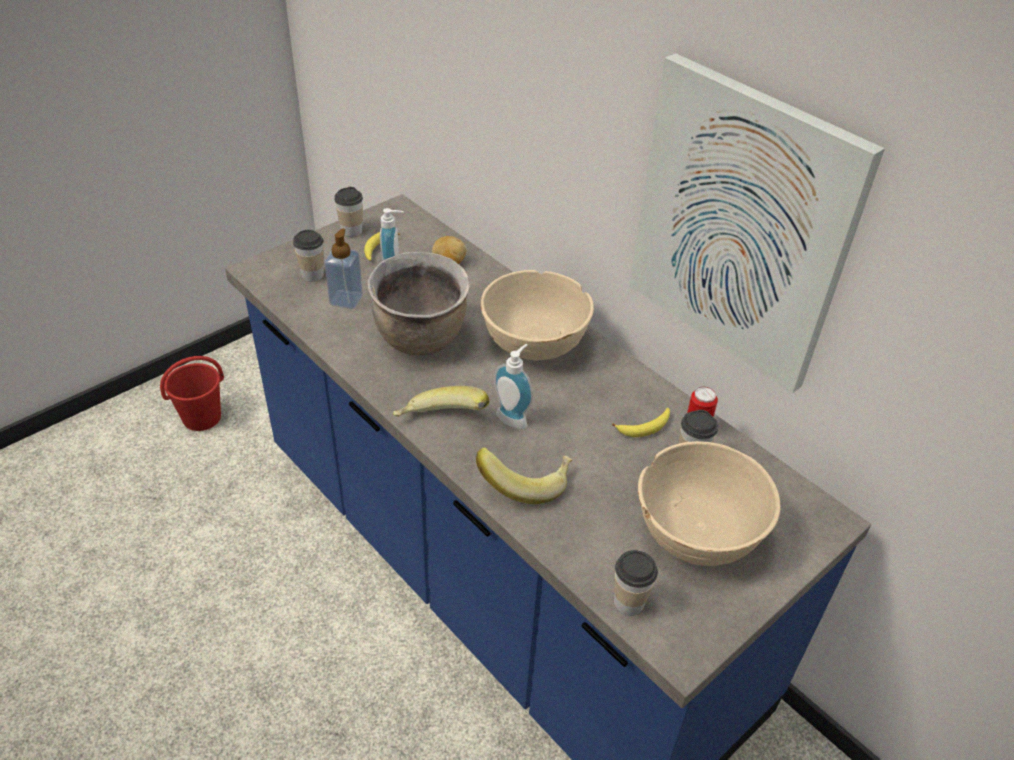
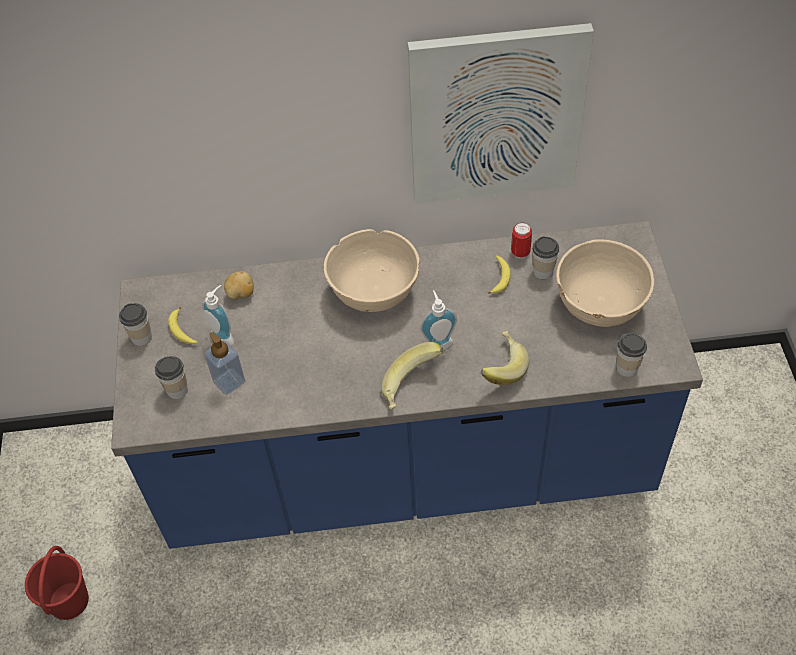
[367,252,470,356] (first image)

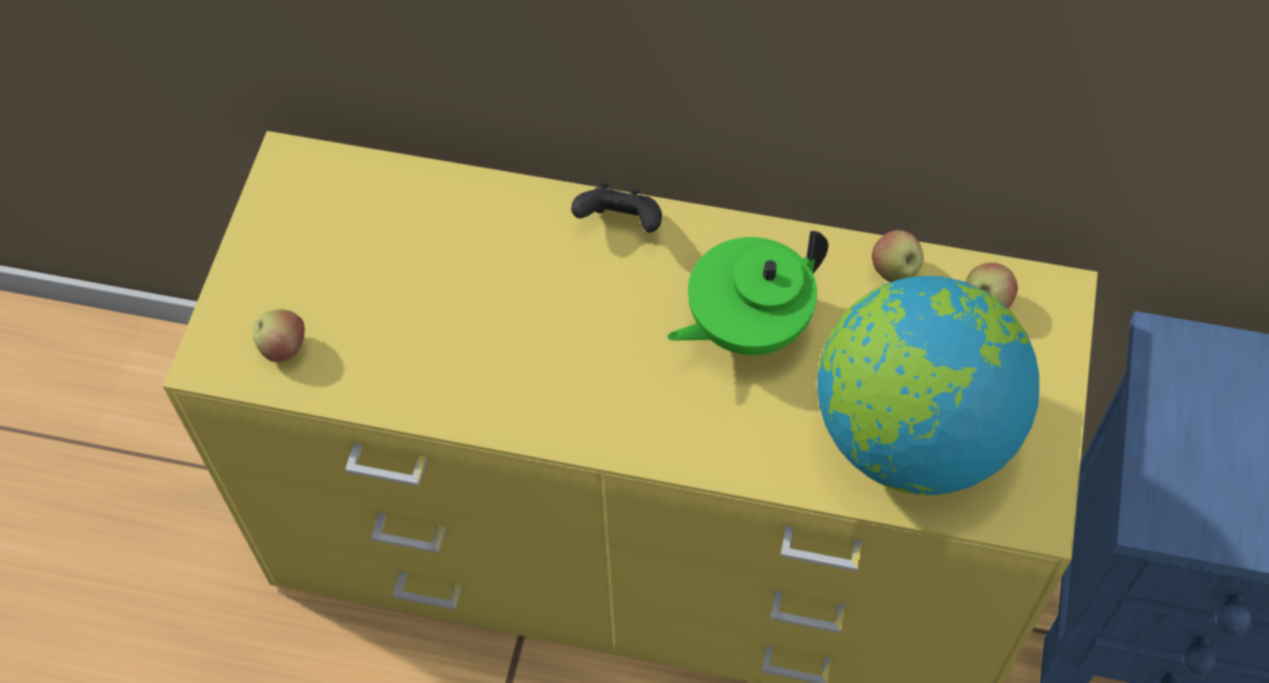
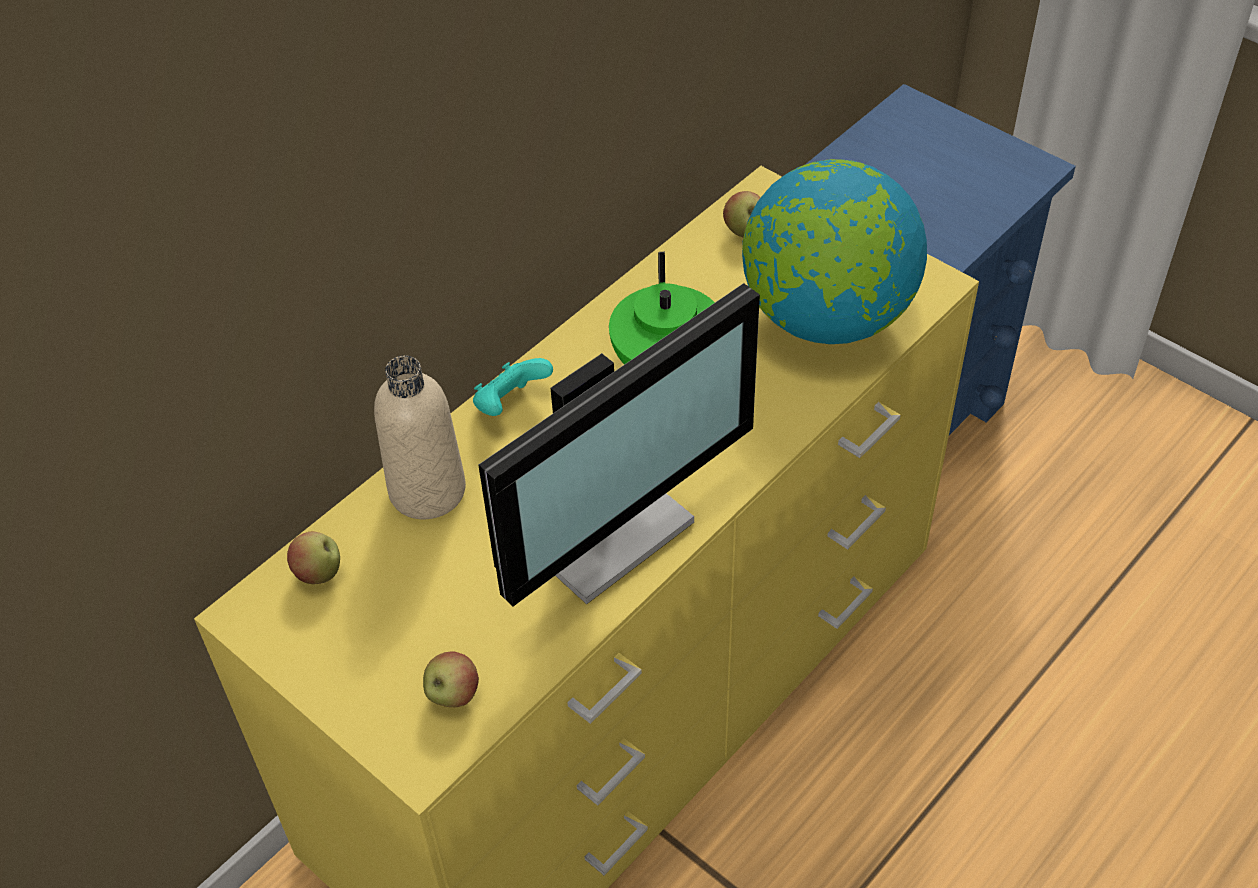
[473,358,553,416]
[287,532,340,584]
[478,283,760,606]
[374,356,466,519]

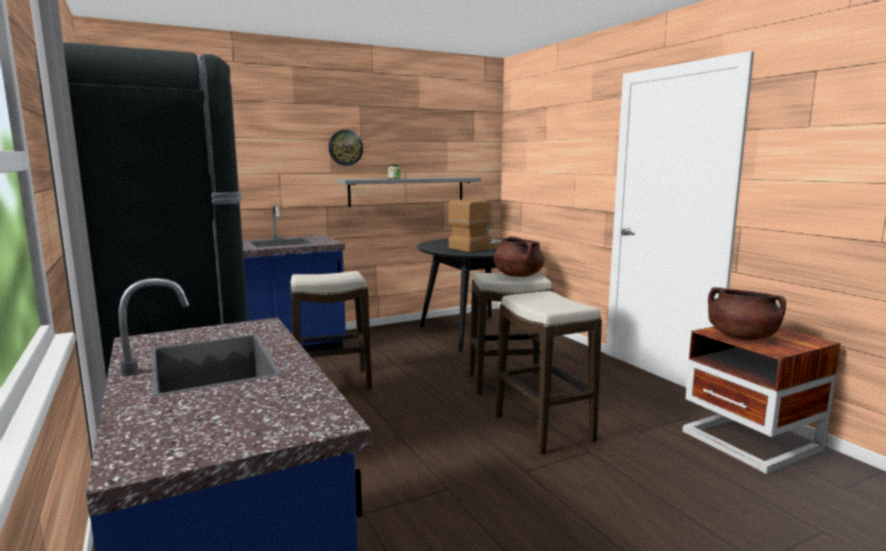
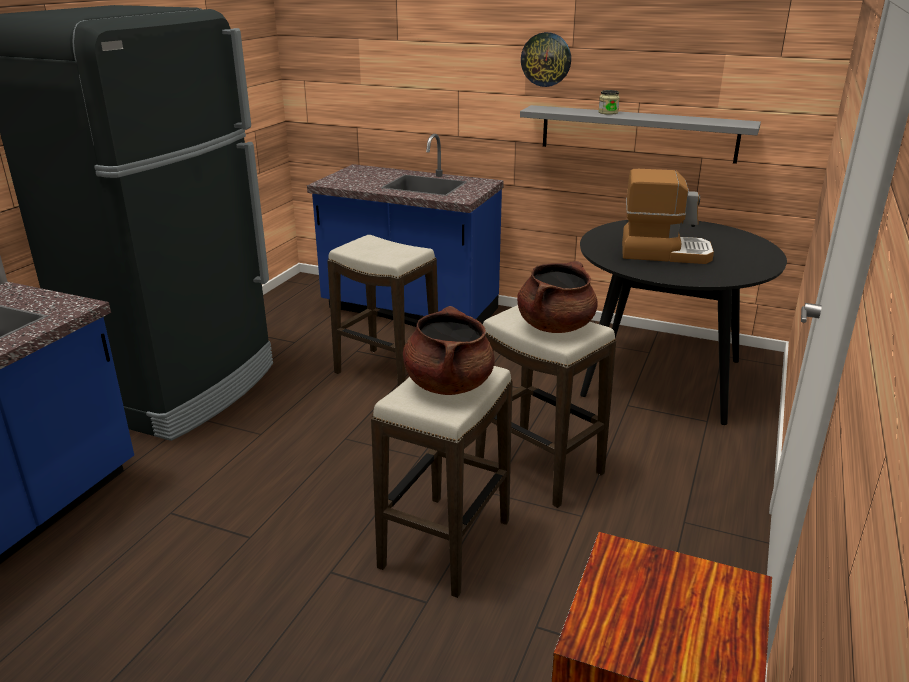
[403,306,495,395]

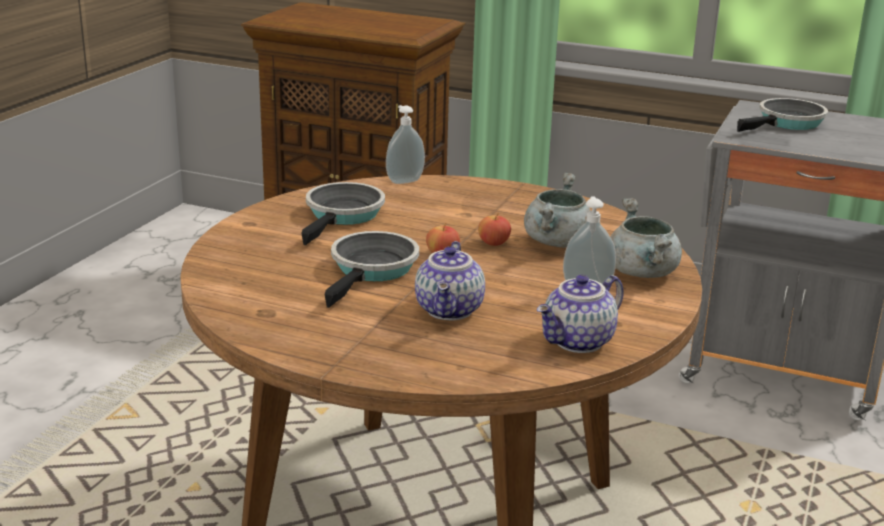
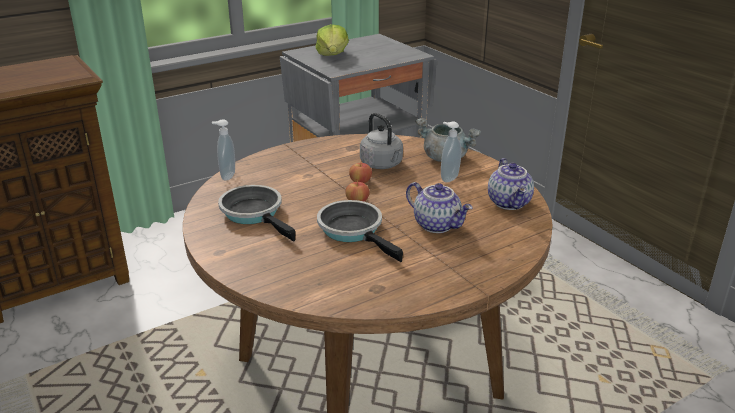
[316,24,349,56]
[360,113,403,169]

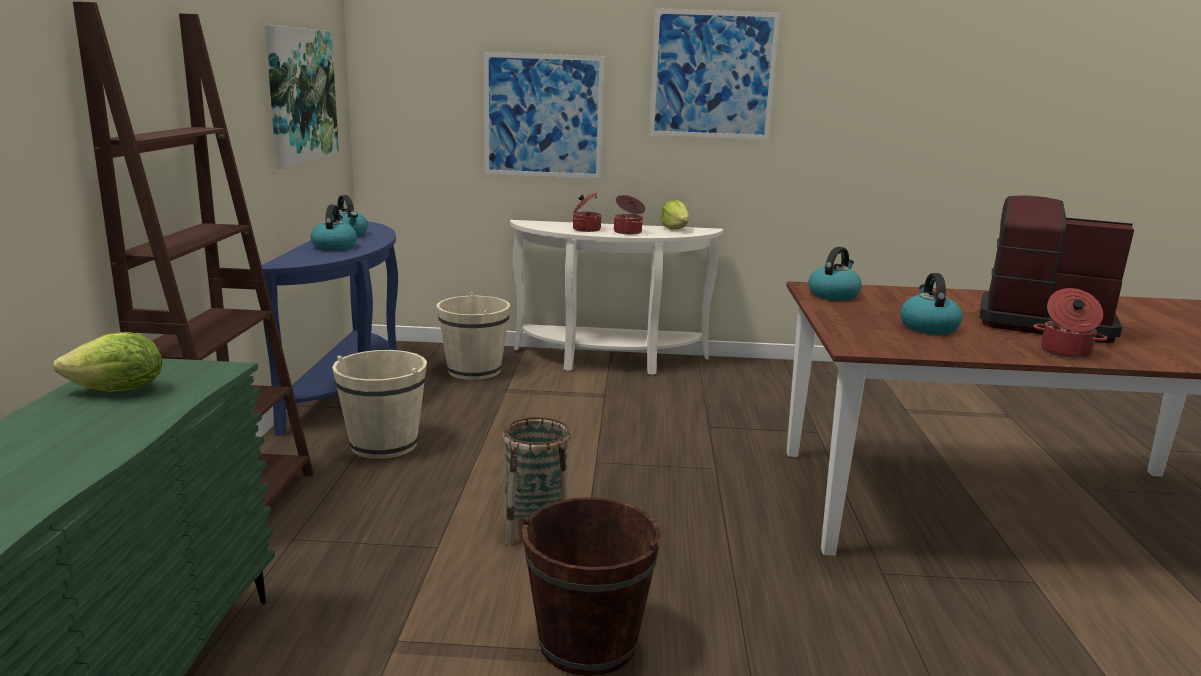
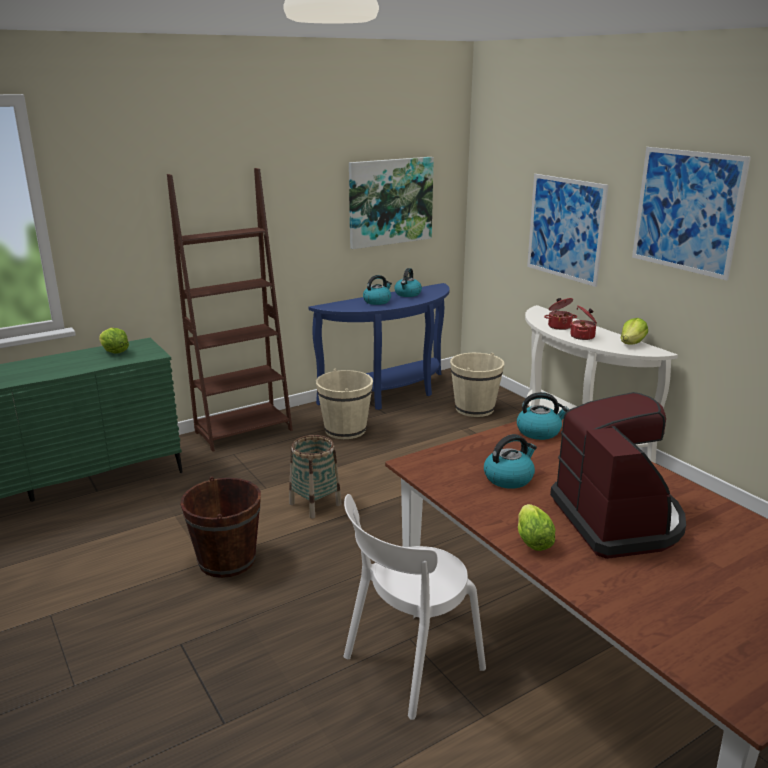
[518,504,555,551]
[344,494,486,720]

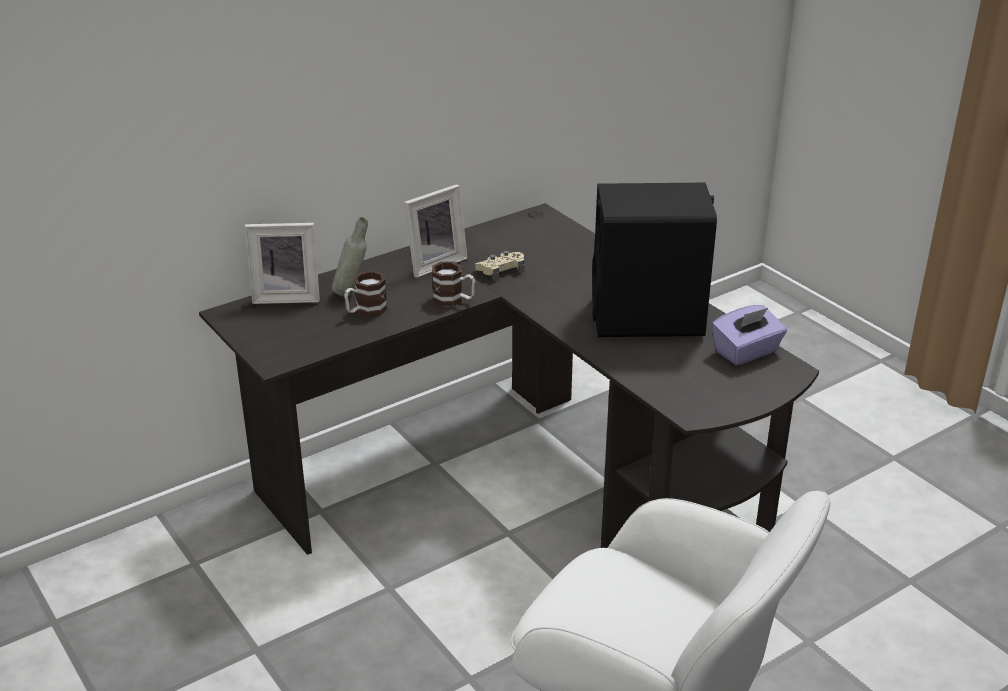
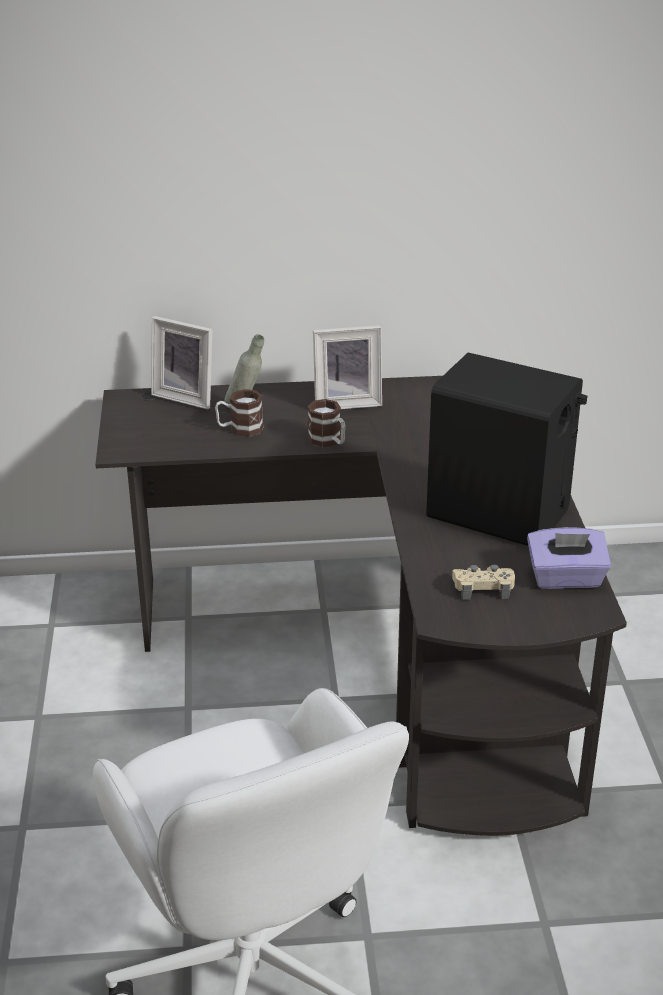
[452,565,515,600]

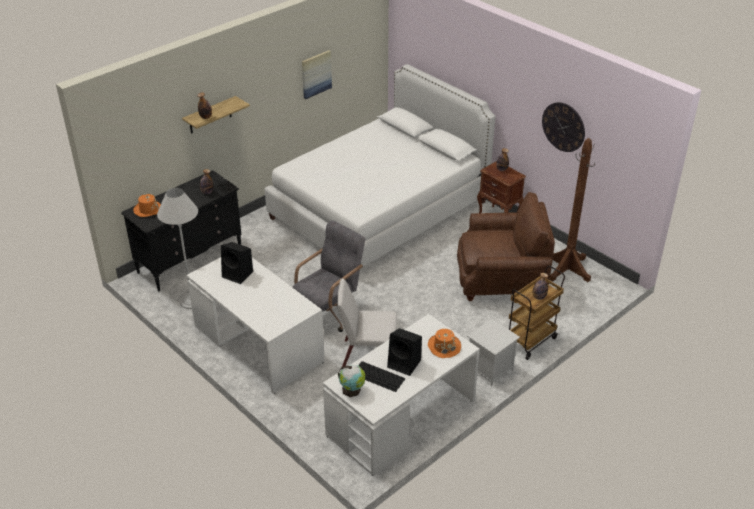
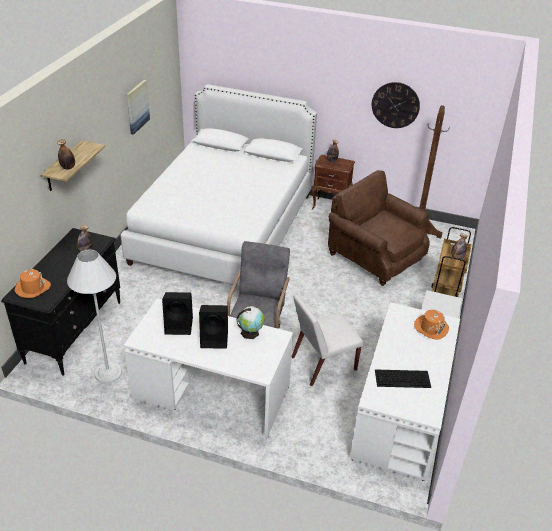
[328,170,430,286]
[199,305,228,349]
[236,306,265,339]

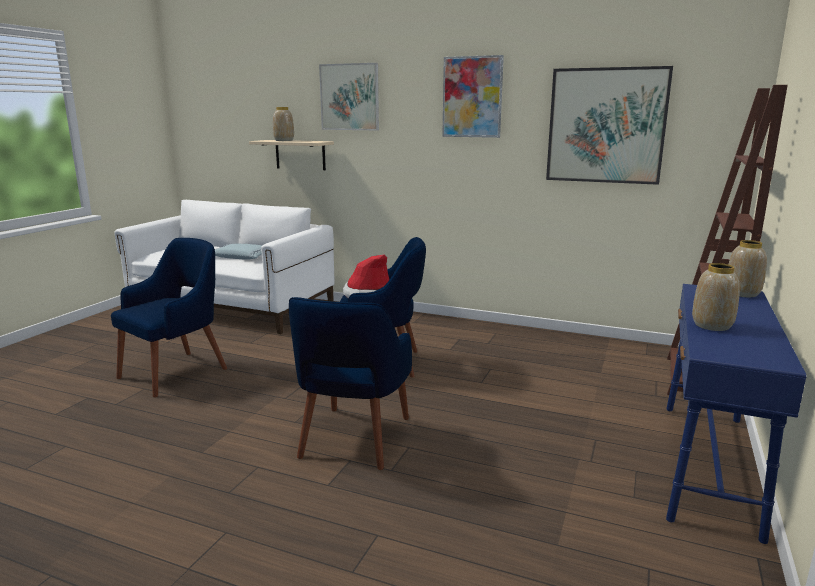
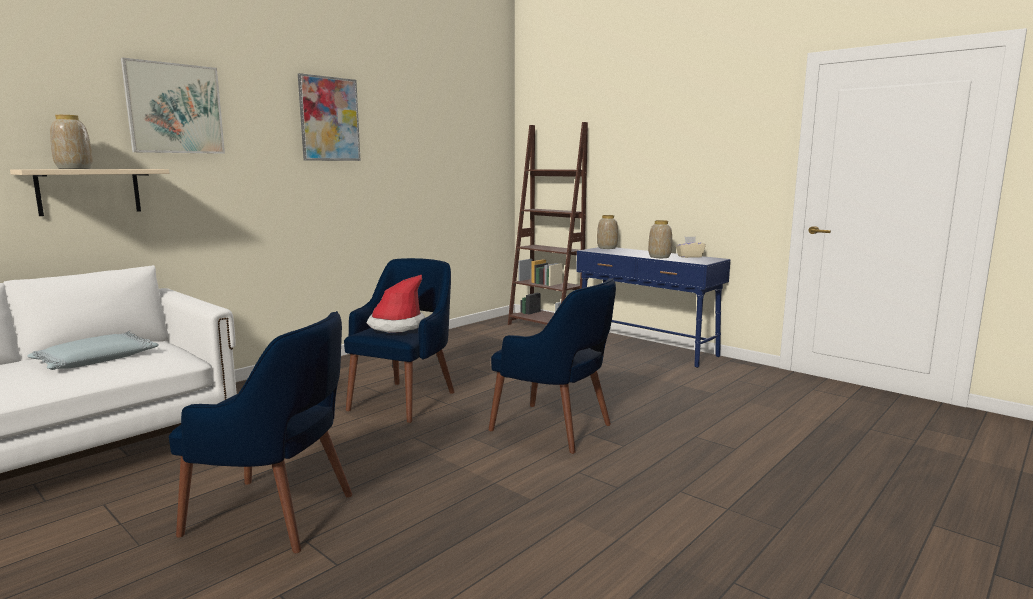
[546,66,673,185] (first image)
[169,311,352,553]
[676,236,706,258]

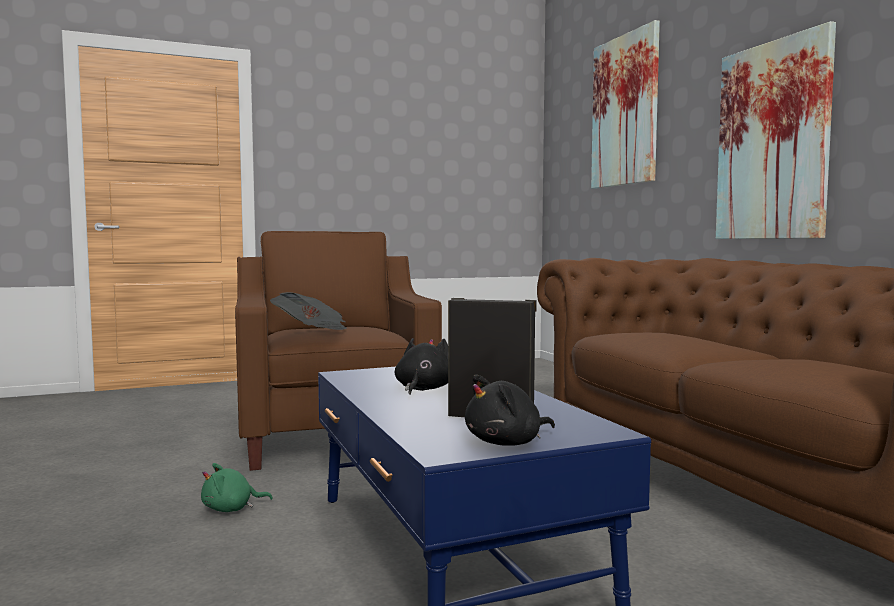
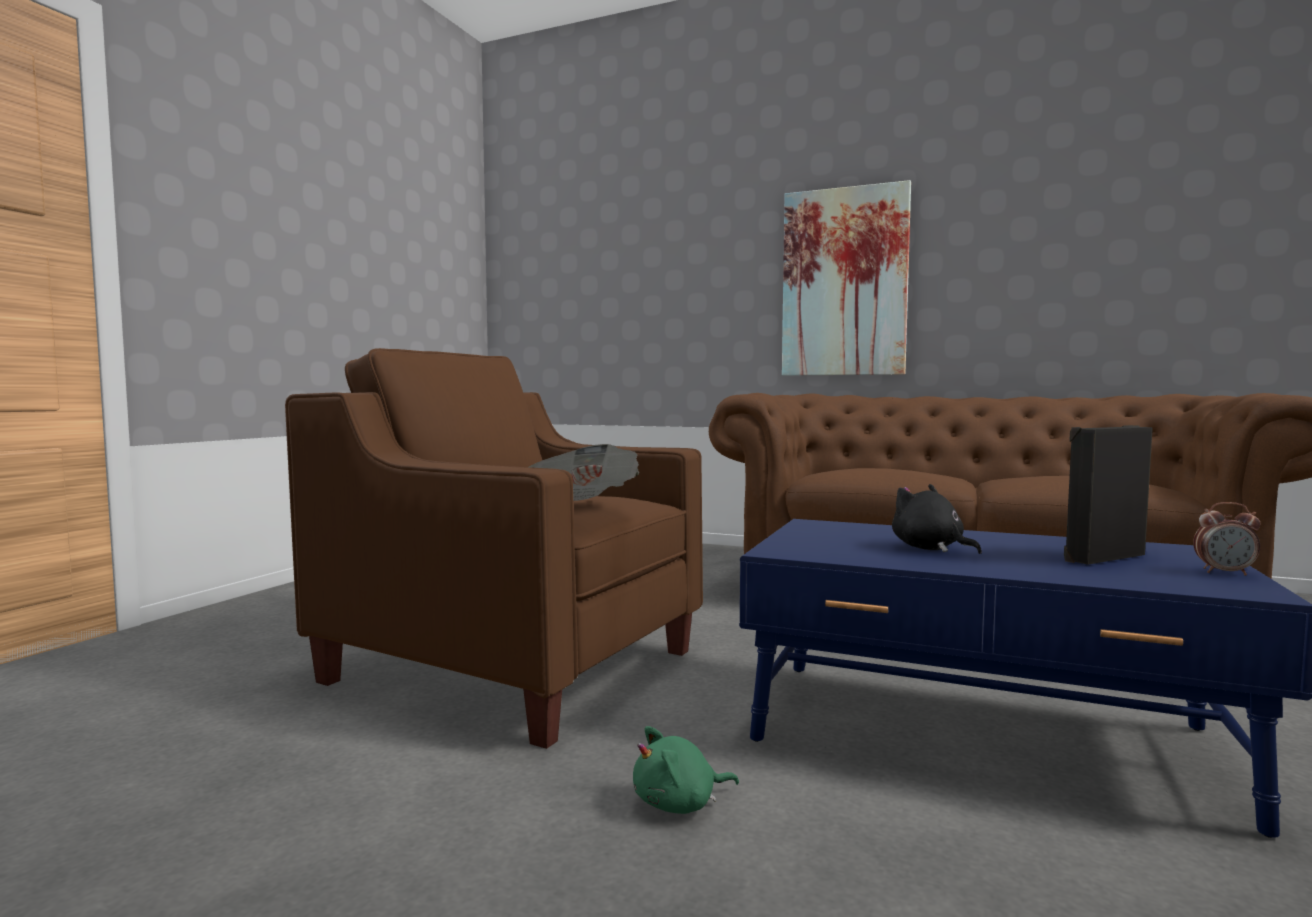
[591,20,660,189] (first image)
[1193,502,1260,576]
[633,726,739,814]

